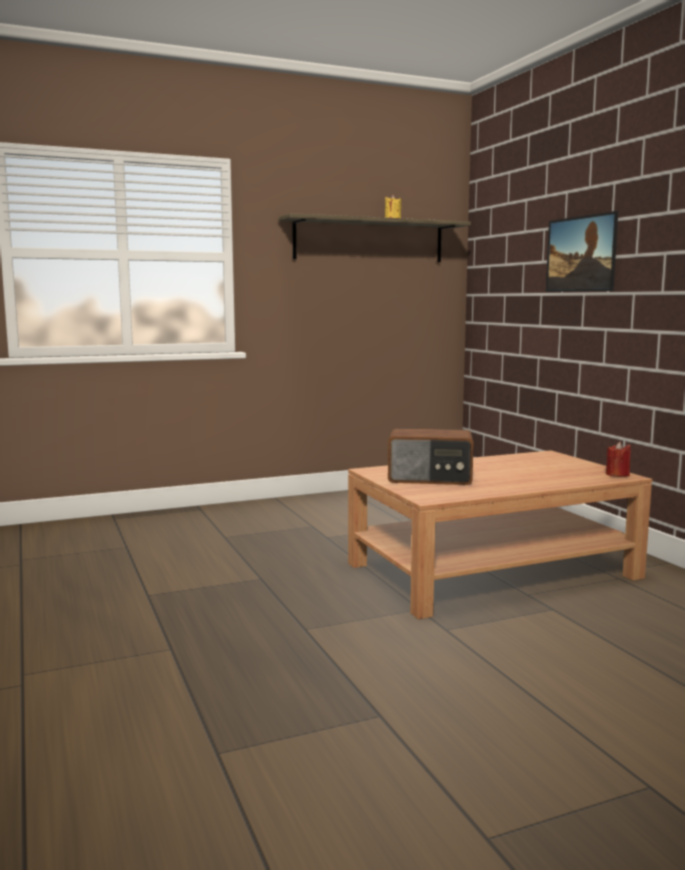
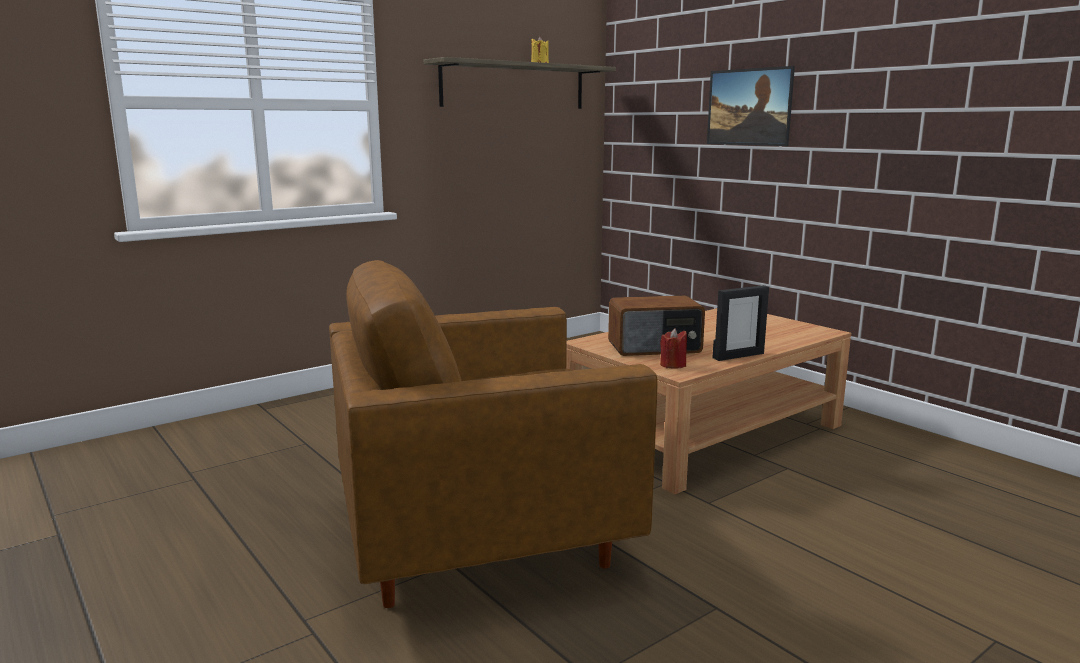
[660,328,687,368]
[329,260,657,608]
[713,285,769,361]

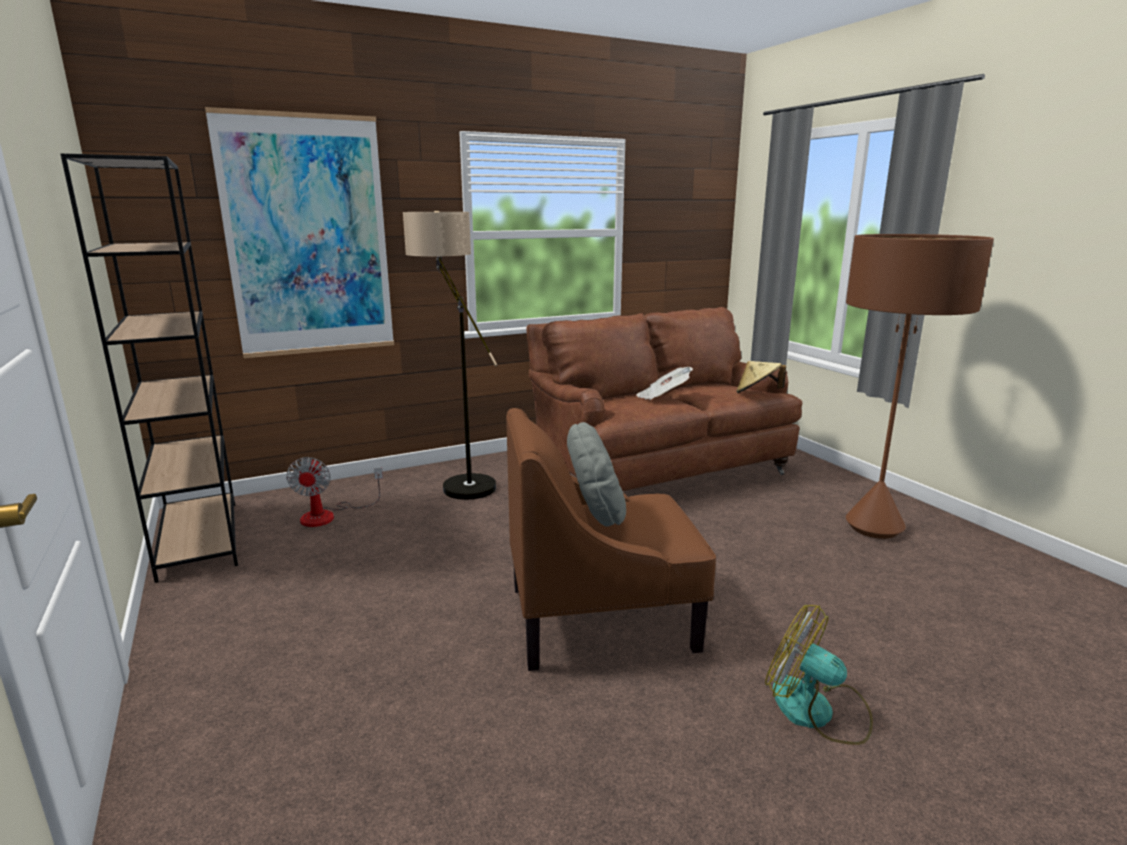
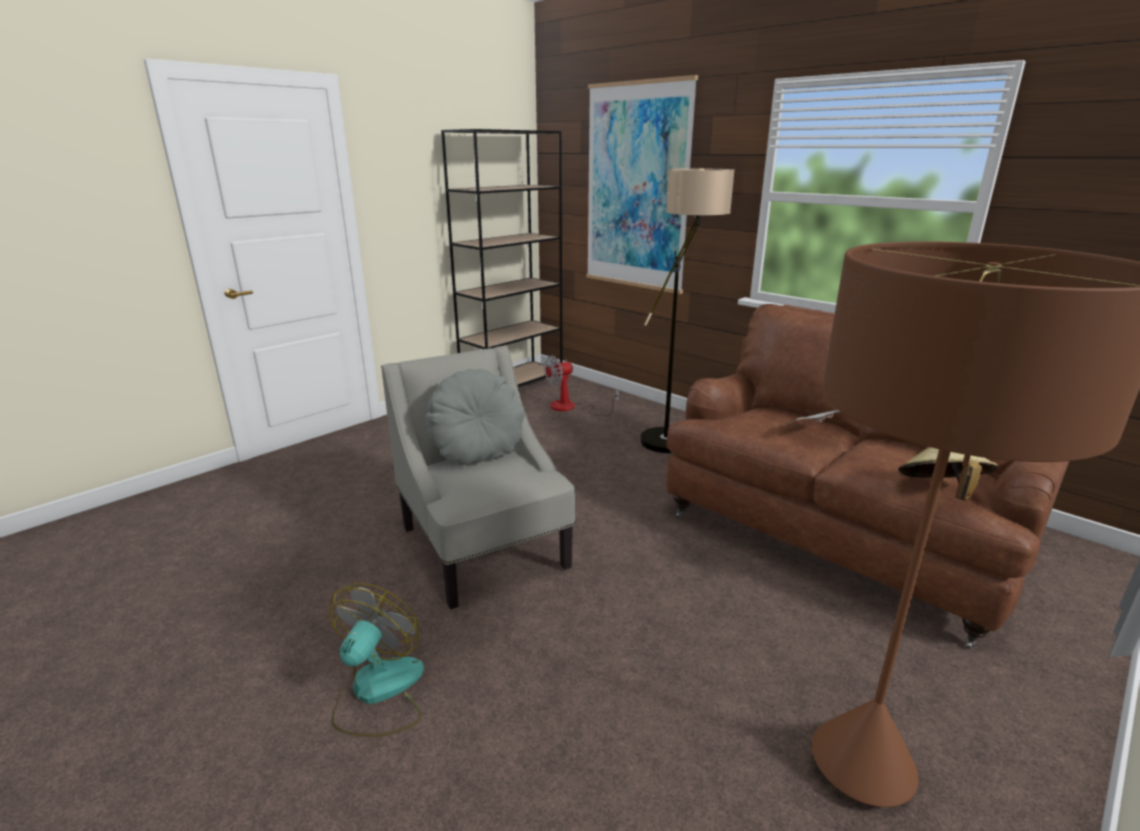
[381,346,576,610]

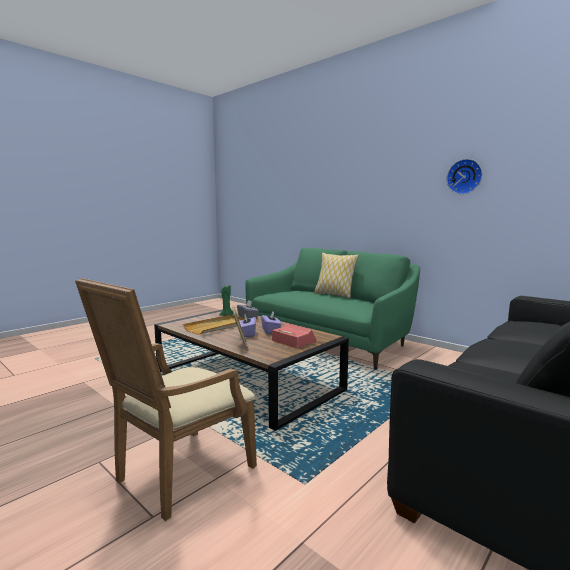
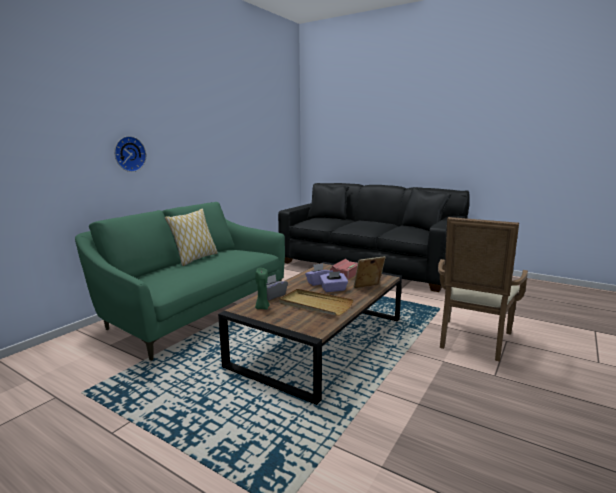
[114,136,146,172]
[438,217,528,362]

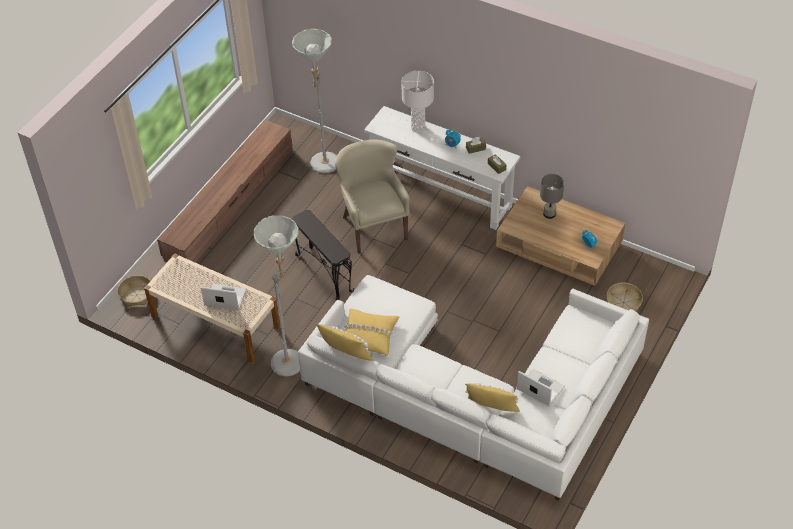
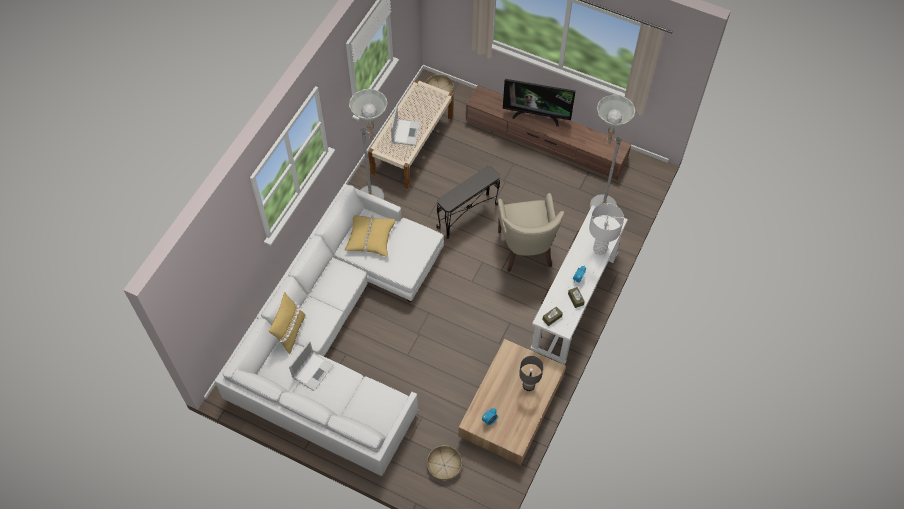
[497,193,564,272]
[316,324,373,361] (first image)
[503,79,576,126]

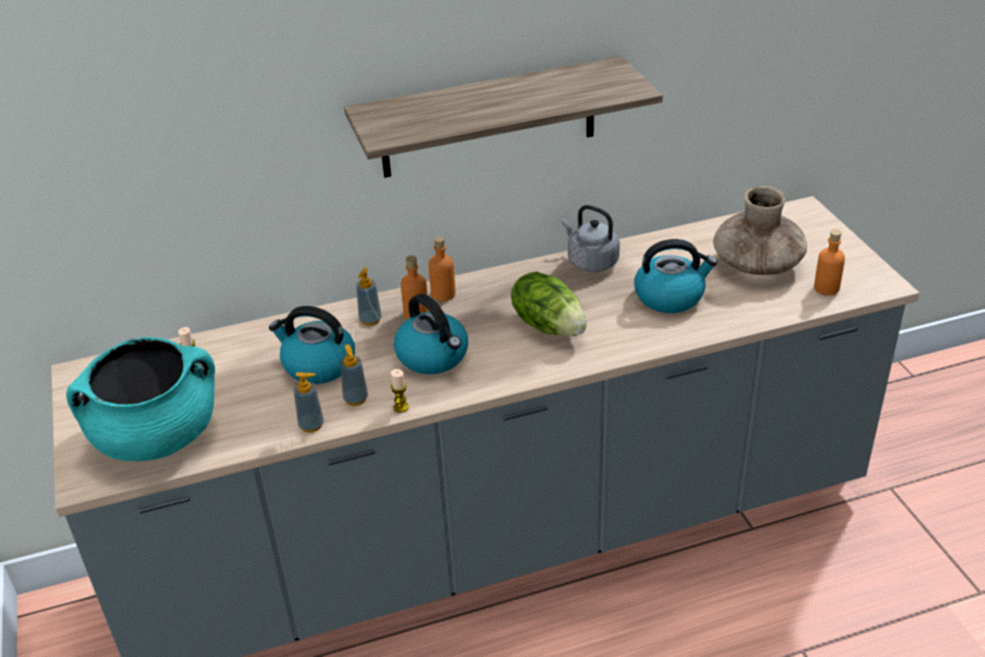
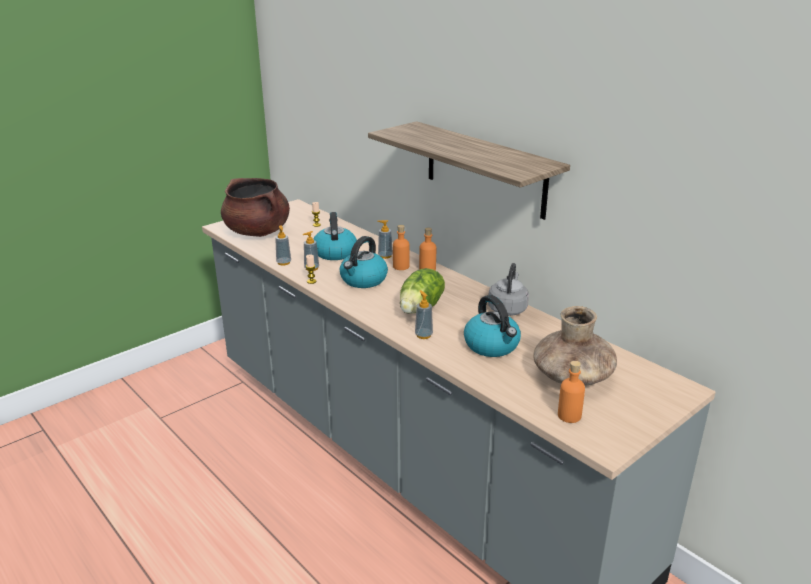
[221,178,290,237]
[415,290,433,339]

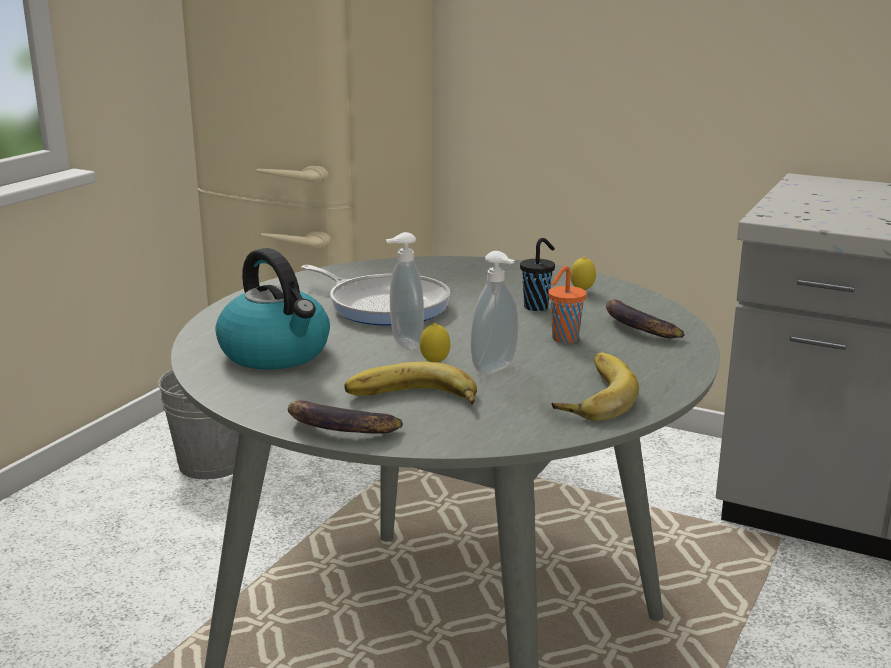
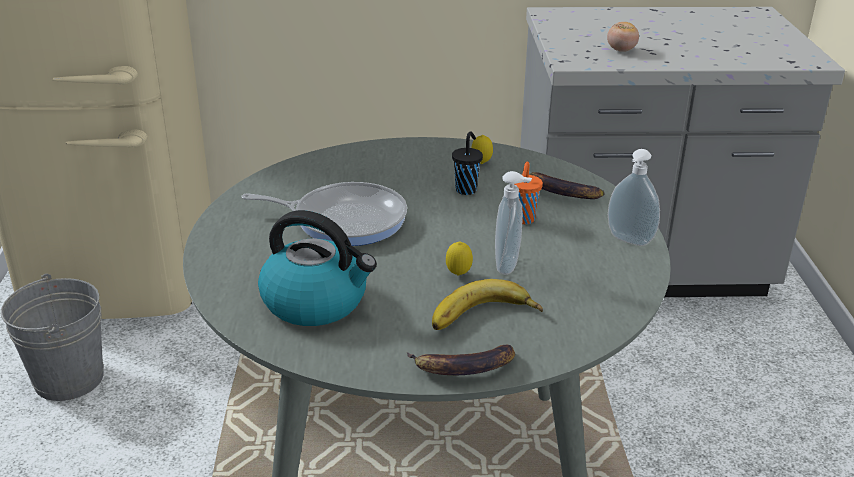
[608,149,660,246]
[552,353,639,421] (first image)
[607,22,639,52]

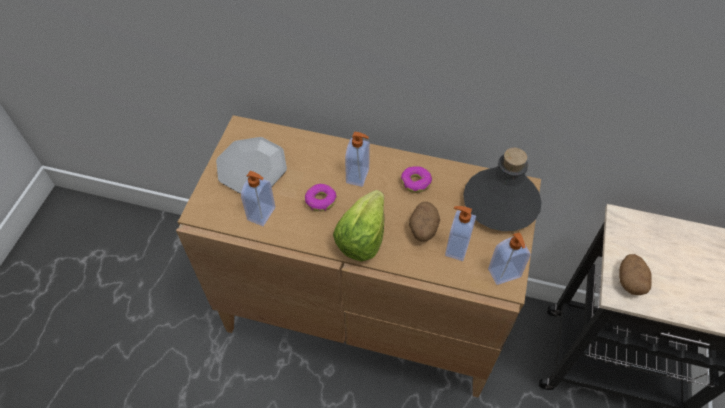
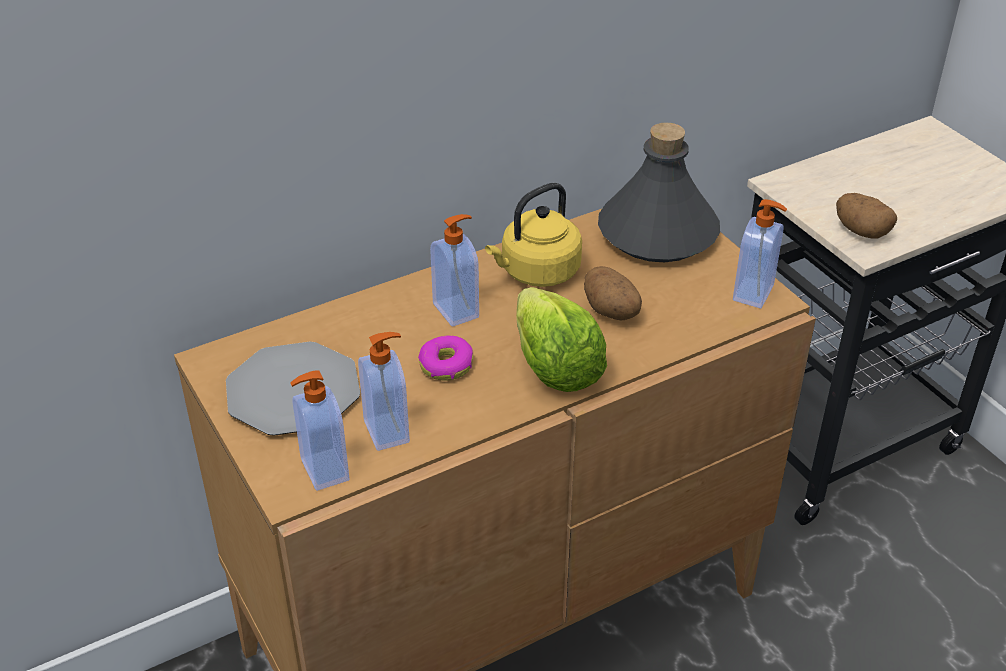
[485,183,582,287]
[290,370,349,491]

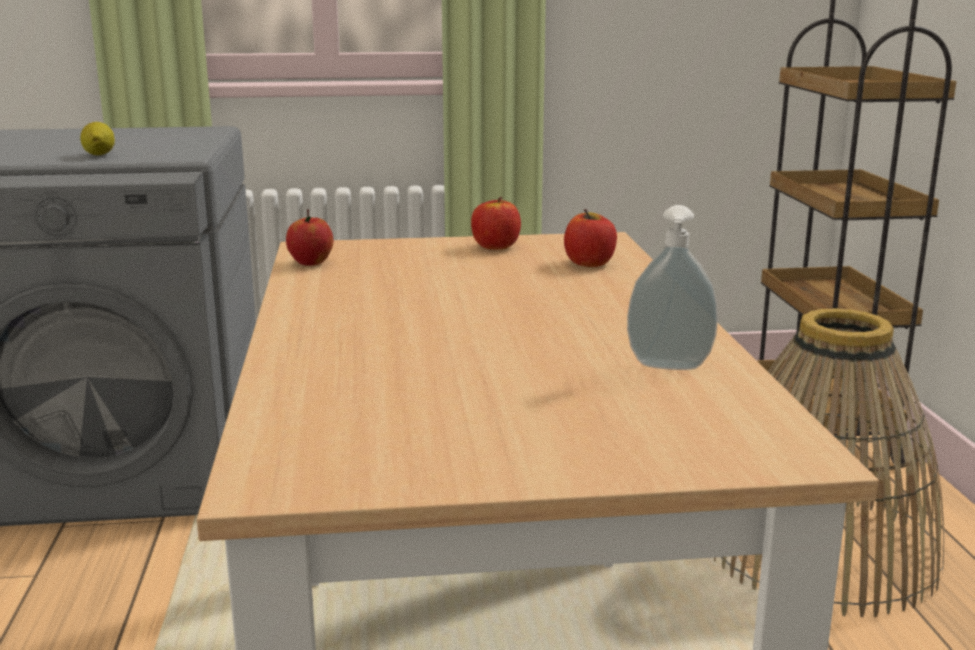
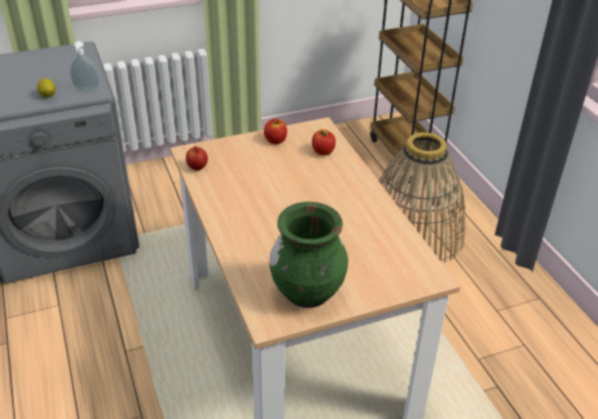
[70,41,100,92]
[270,202,348,308]

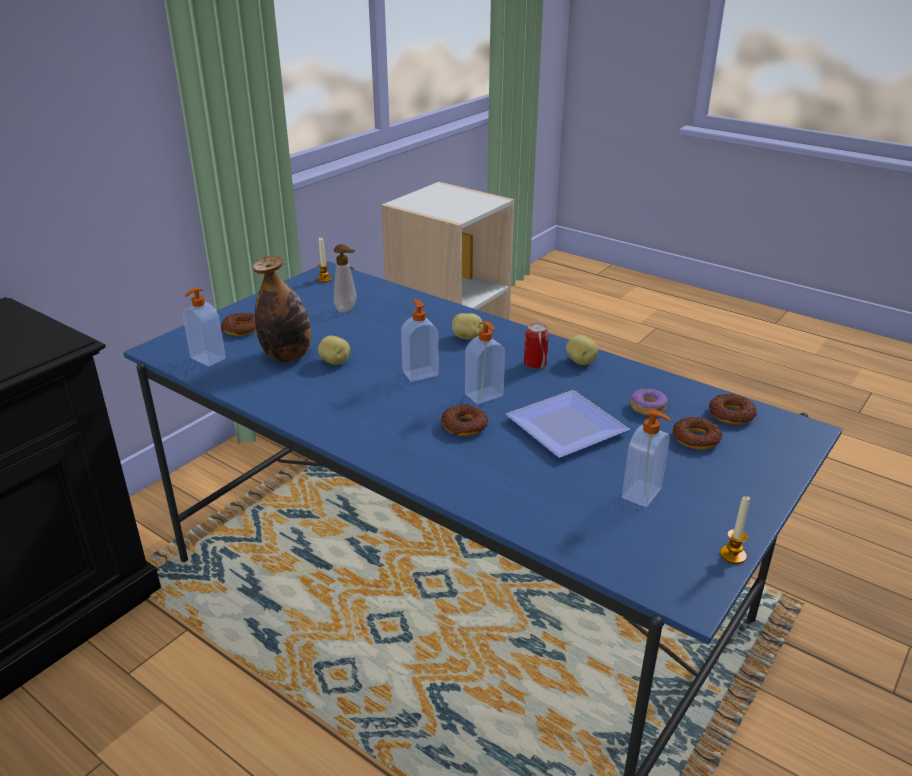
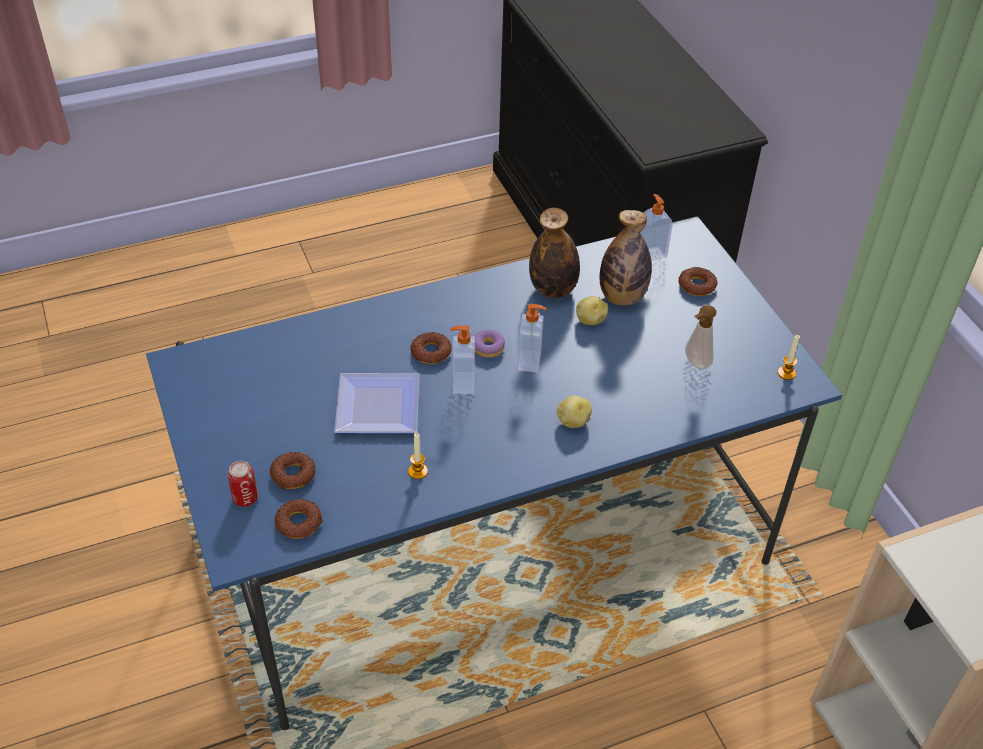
[227,461,258,507]
[566,335,598,365] (first image)
[475,330,505,358]
[622,409,670,507] (first image)
[408,433,428,479]
[529,208,580,298]

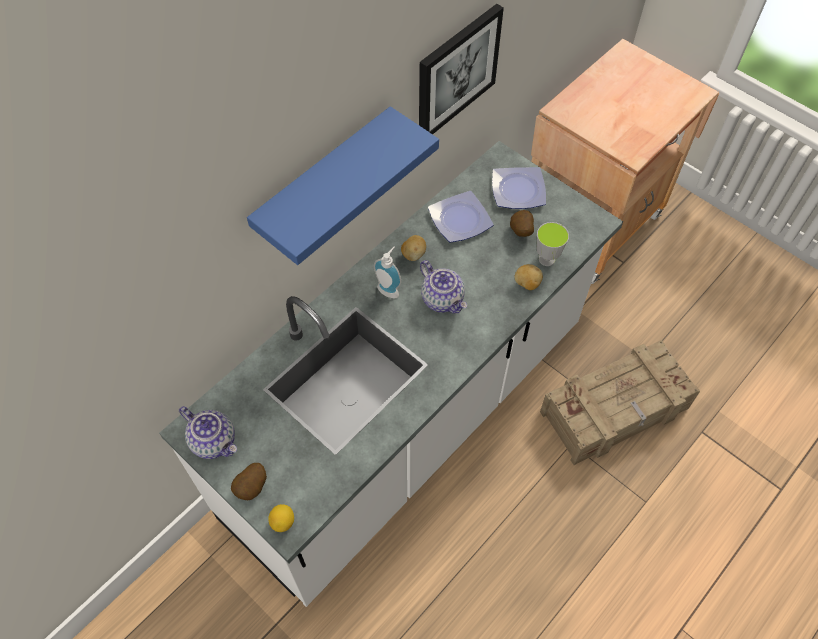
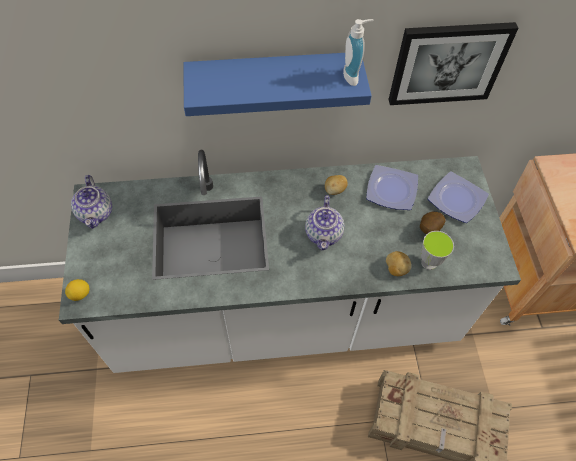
[343,19,374,86]
[231,463,267,500] (first image)

